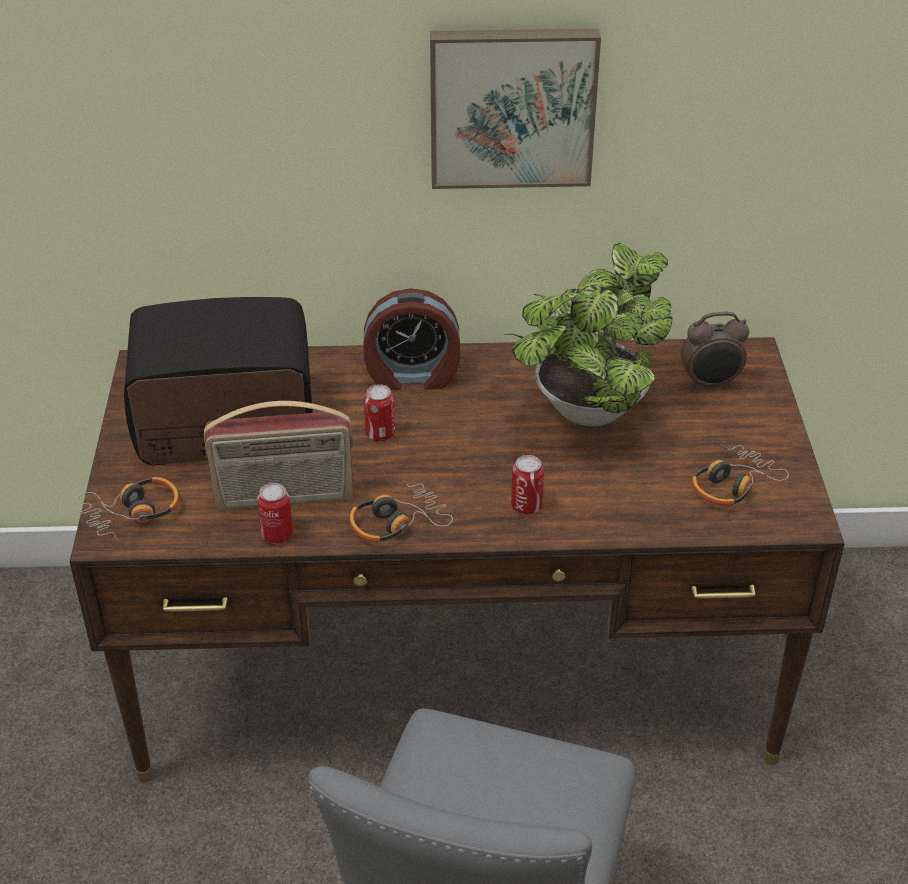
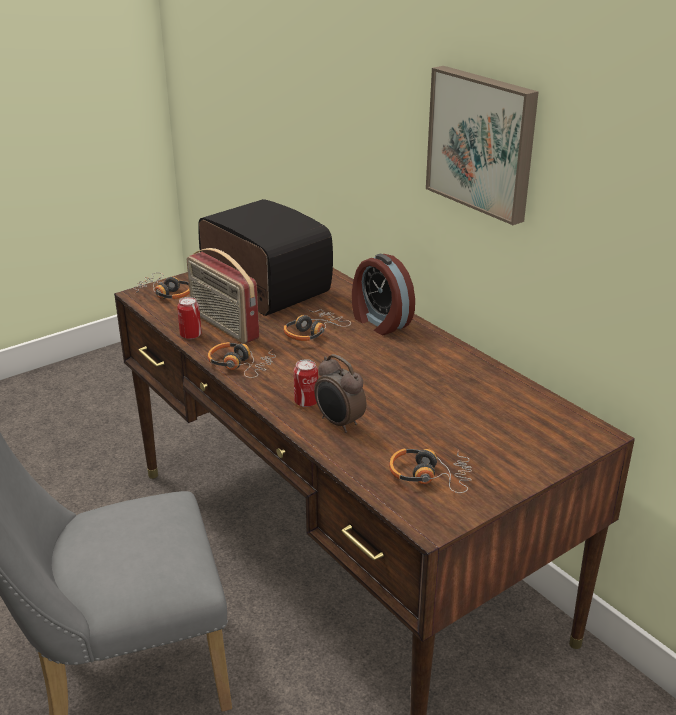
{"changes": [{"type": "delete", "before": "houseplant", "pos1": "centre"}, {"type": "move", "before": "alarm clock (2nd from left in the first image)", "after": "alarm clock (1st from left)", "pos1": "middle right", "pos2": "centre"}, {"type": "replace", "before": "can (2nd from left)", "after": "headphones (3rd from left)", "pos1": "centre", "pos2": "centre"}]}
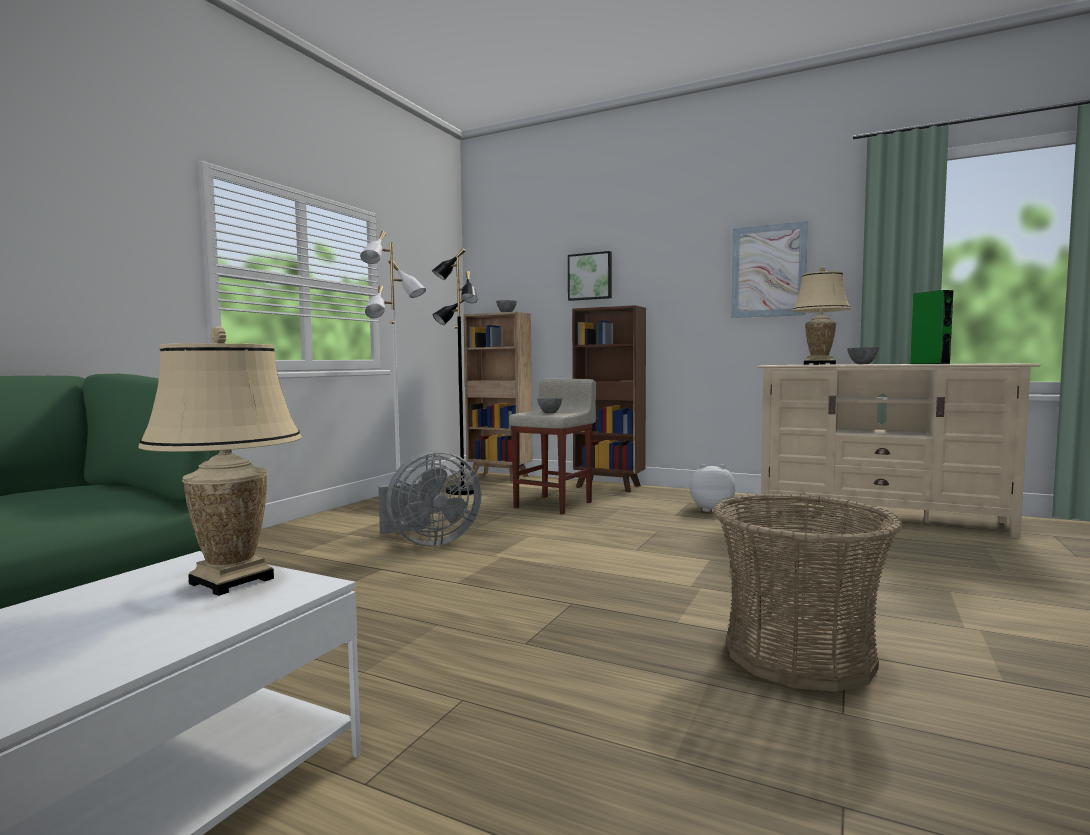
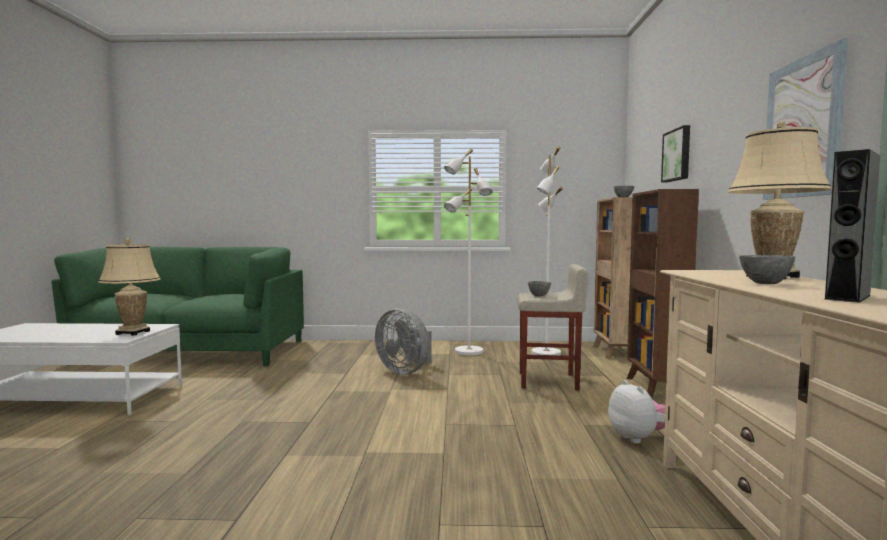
{"changes": [{"type": "delete", "before": "household basket", "pos1": "bottom right"}, {"type": "recolor", "before": "blackish floor lamp", "after": "white floor lamp (2nd from left)", "pos1": "centre", "pos2": "centre"}, {"type": "recolor", "before": "green-coloured audio speaker", "after": "grey audio speaker", "pos1": "middle right", "pos2": "middle right"}]}
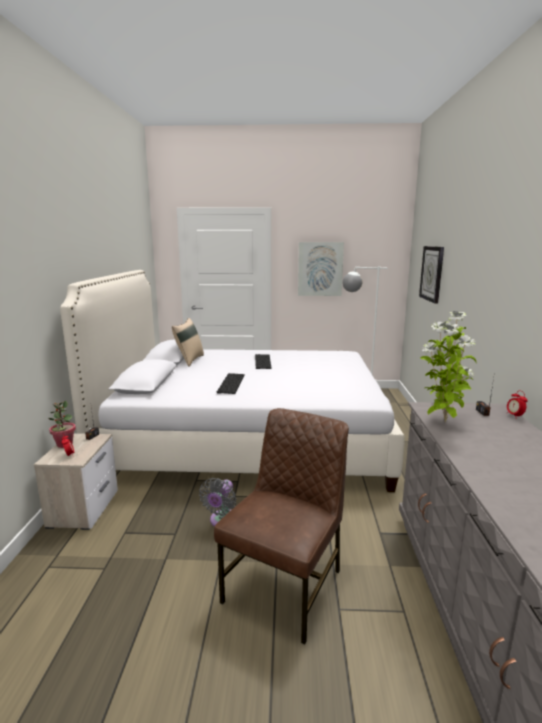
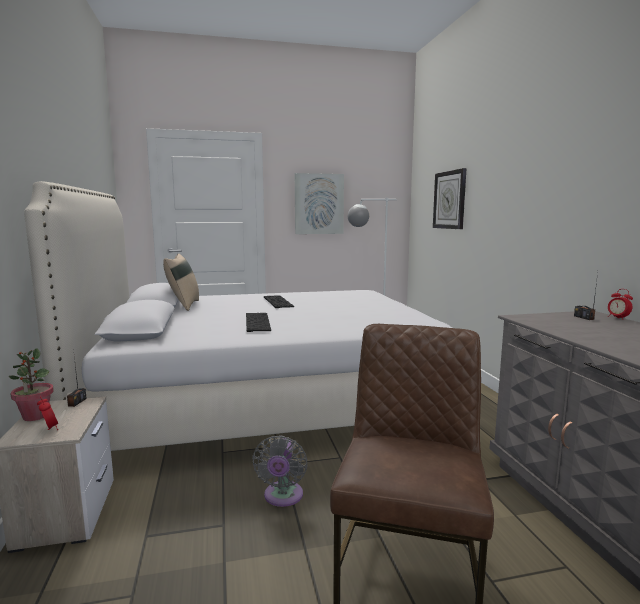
{"changes": [{"type": "delete", "before": "houseplant (2nd from left)", "pos1": "middle right"}]}
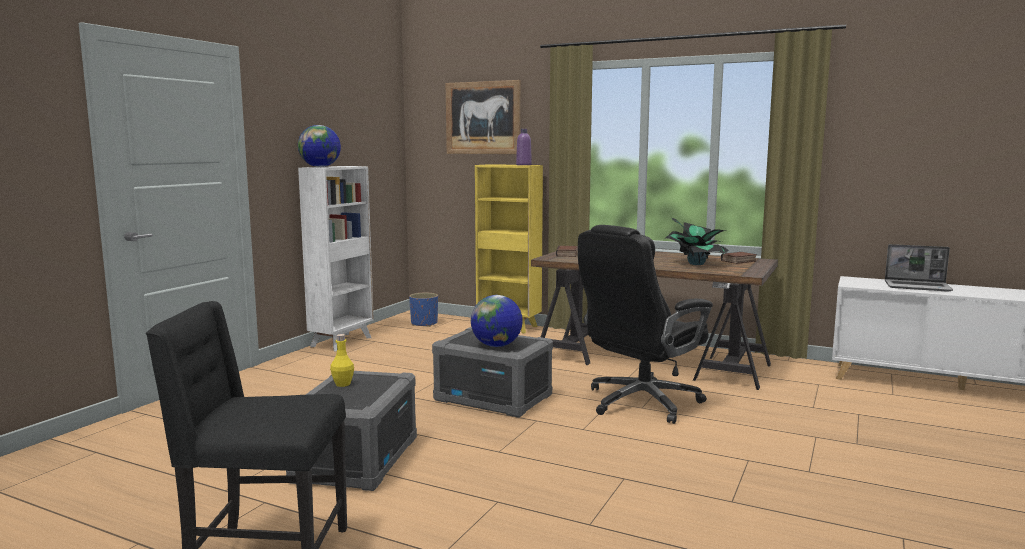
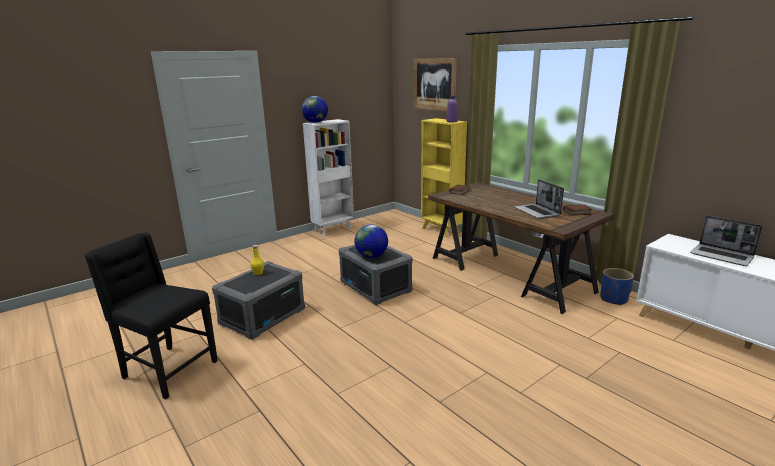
{"changes": [{"type": "delete", "before": "blackish office chair", "pos1": "centre"}, {"type": "move", "before": "blue-coloured planter", "pos1": "centre", "pos2": "middle right"}, {"type": "replace", "before": "houseplant", "after": "laptop (1st from left)", "pos1": "middle right", "pos2": "middle right"}]}
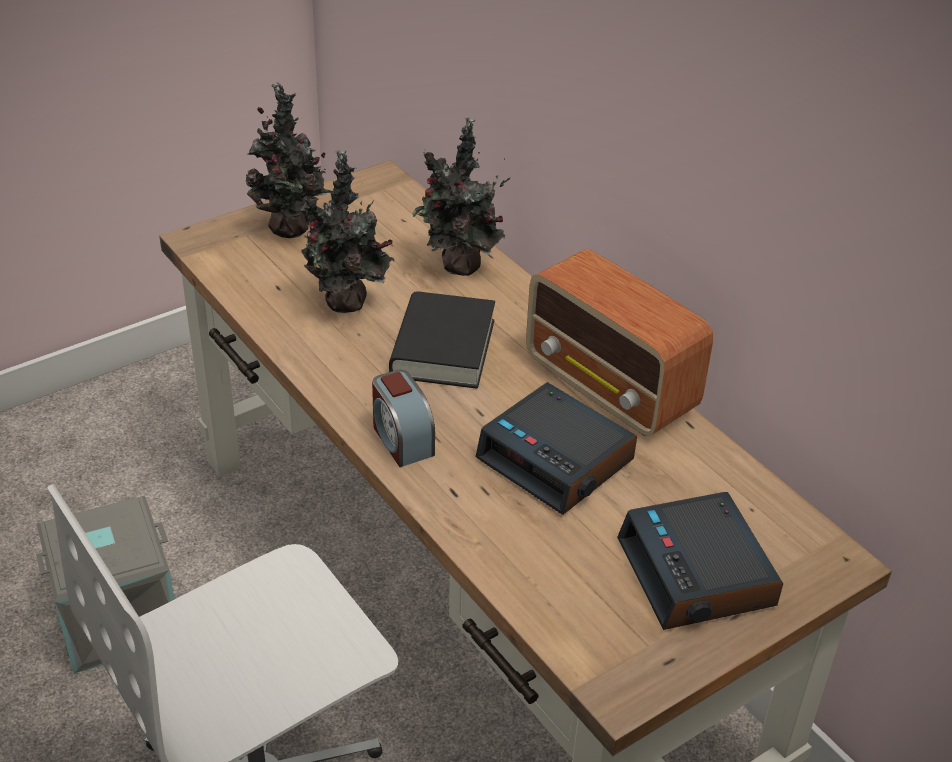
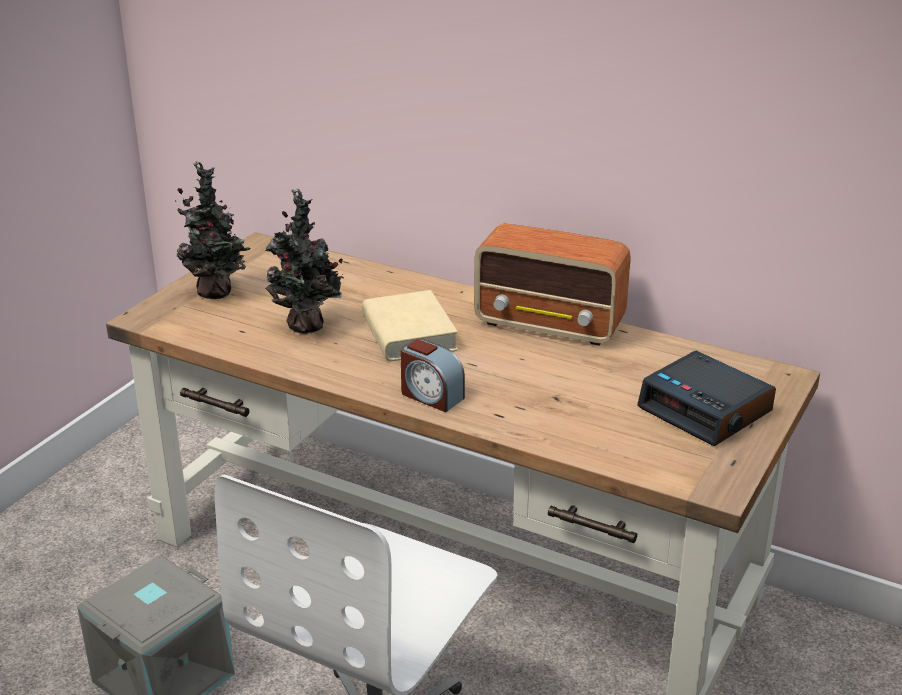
{"changes": [{"type": "delete", "before": "houseplant (3rd from left)", "pos1": "top centre"}, {"type": "delete", "before": "alarm clock (2nd from left)", "pos1": "centre"}, {"type": "recolor", "before": "blackish bound book", "after": "beige bound book", "pos1": "centre", "pos2": "centre"}]}
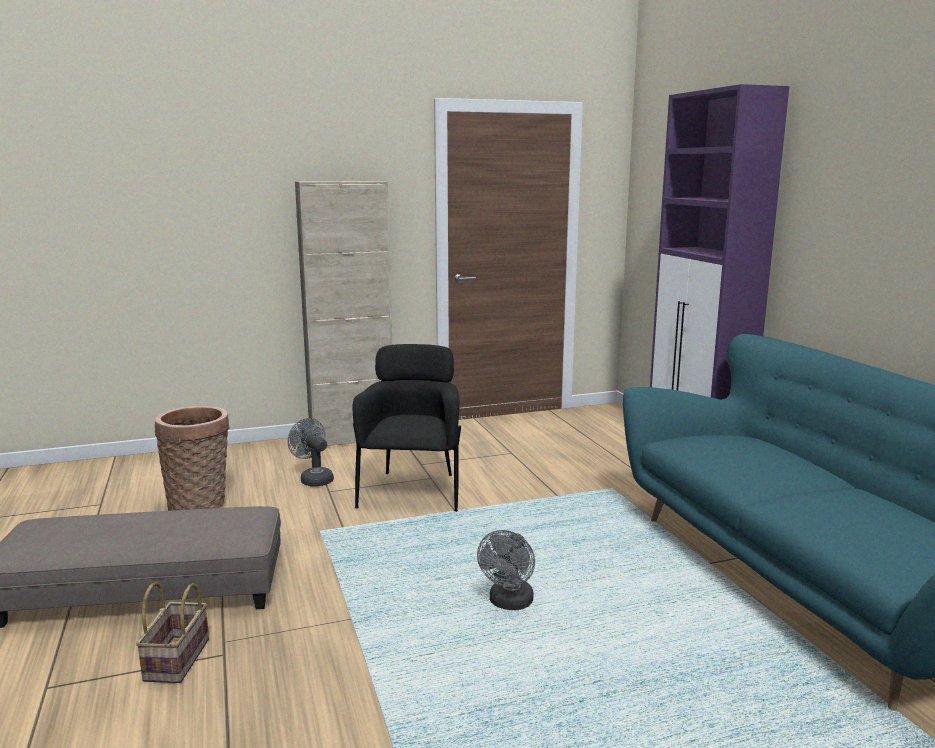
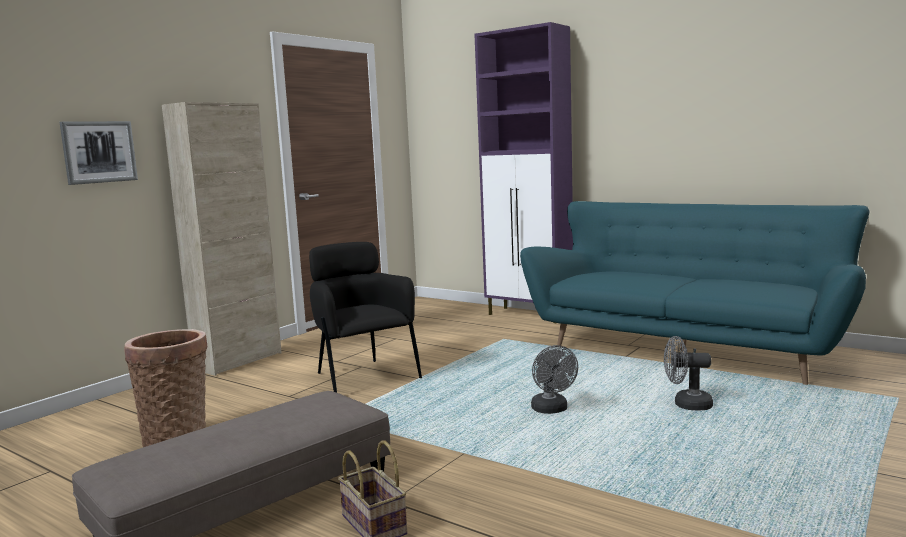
{"changes": [{"type": "insert", "after": "wall picture", "pos2": "top left"}, {"type": "move", "before": "grey cooling fan (1st from left in the first image)", "after": "grey cooling fan (2nd from left)", "pos1": "middle left", "pos2": "bottom right"}]}
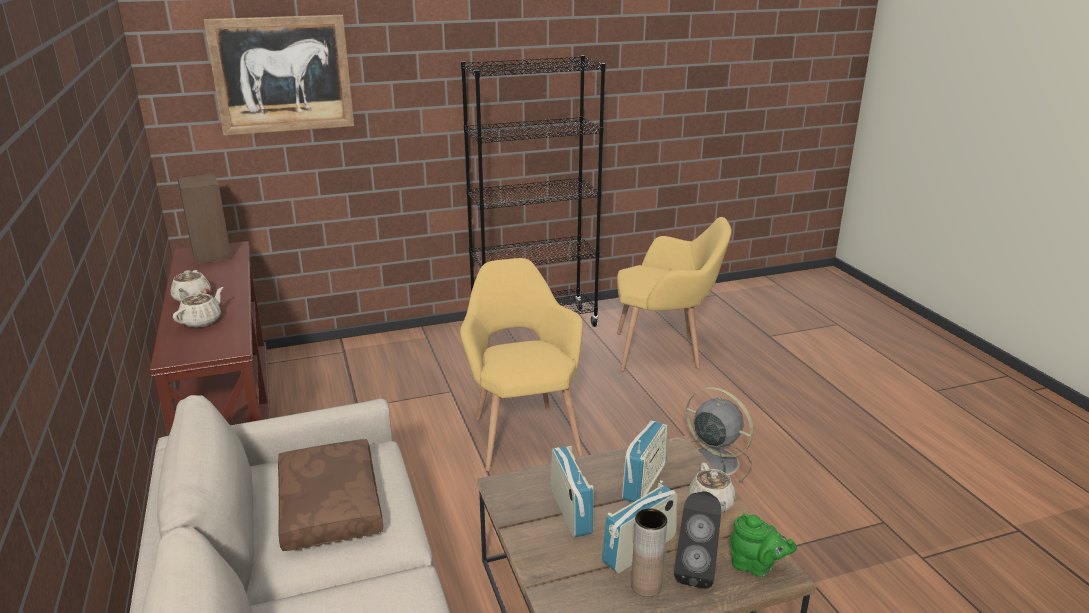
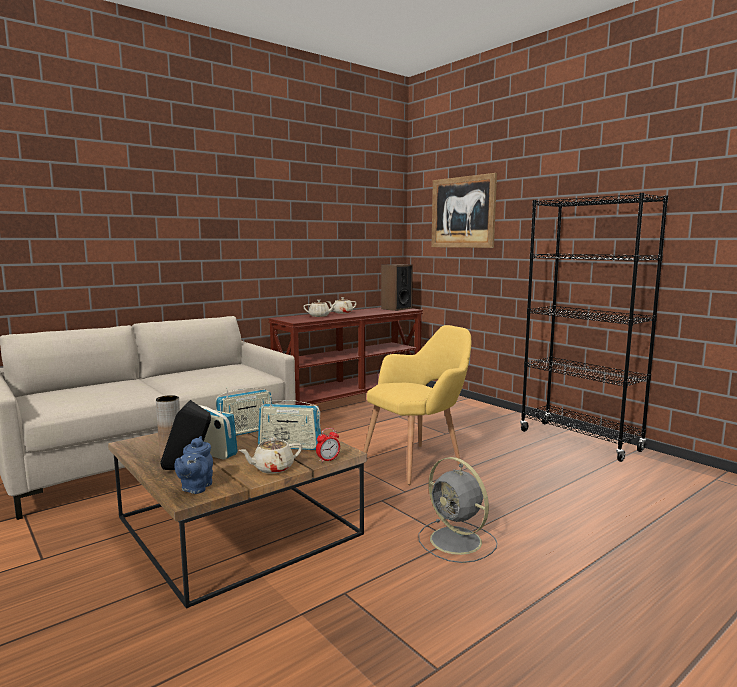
{"changes": [{"type": "delete", "before": "brown-coloured pillow", "pos1": "bottom left"}, {"type": "delete", "before": "yellow-coloured easy chair (2nd from left)", "pos1": "centre"}, {"type": "insert", "after": "alarm clock", "pos2": "centre"}, {"type": "recolor", "before": "green-coloured tea pot", "after": "blue-coloured tea pot", "pos1": "bottom right", "pos2": "bottom left"}, {"type": "rotate", "before": "grey cooling fan", "pos1": "bottom centre", "pos2": "bottom centre", "turn": 120}]}
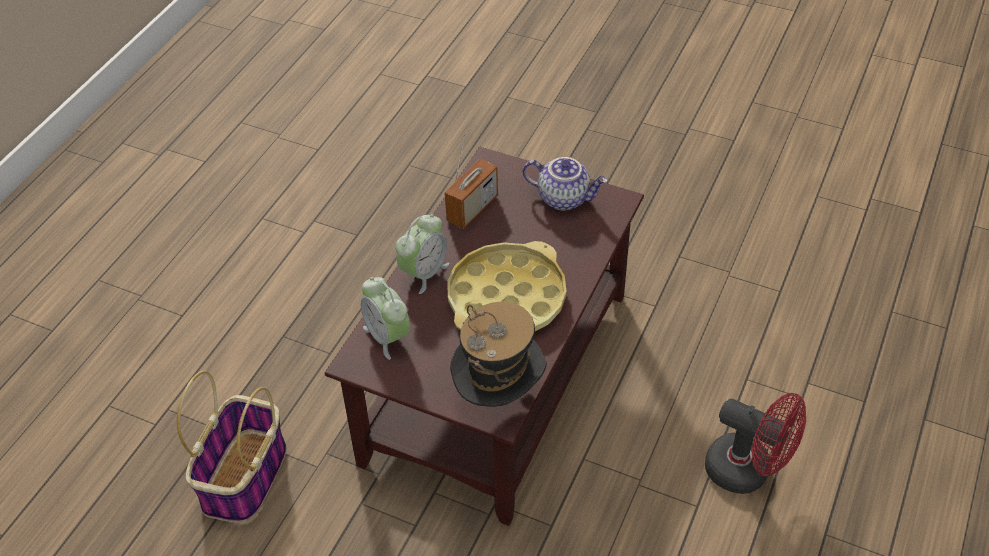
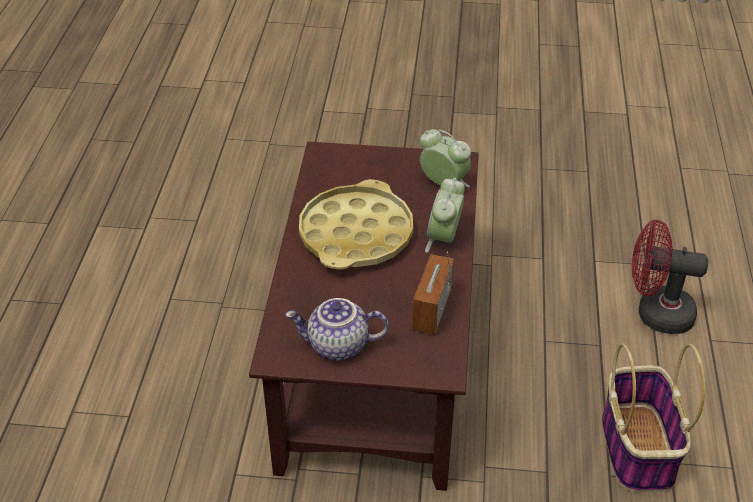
{"changes": [{"type": "delete", "before": "hat", "pos1": "centre"}, {"type": "move", "before": "household basket", "pos1": "bottom left", "pos2": "bottom right"}, {"type": "move", "before": "reddish cooling fan", "pos1": "bottom right", "pos2": "middle right"}]}
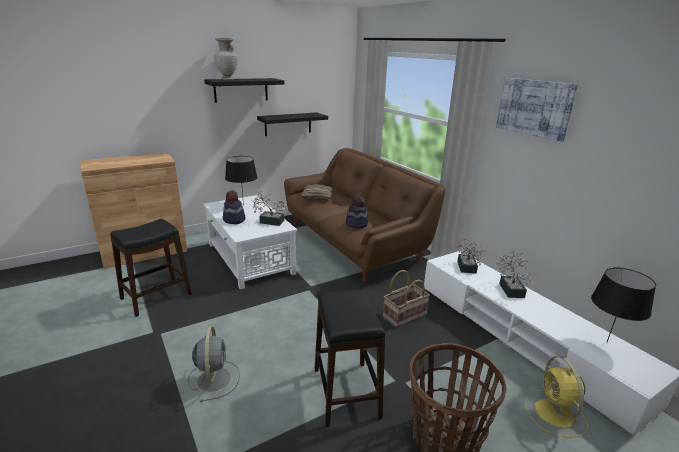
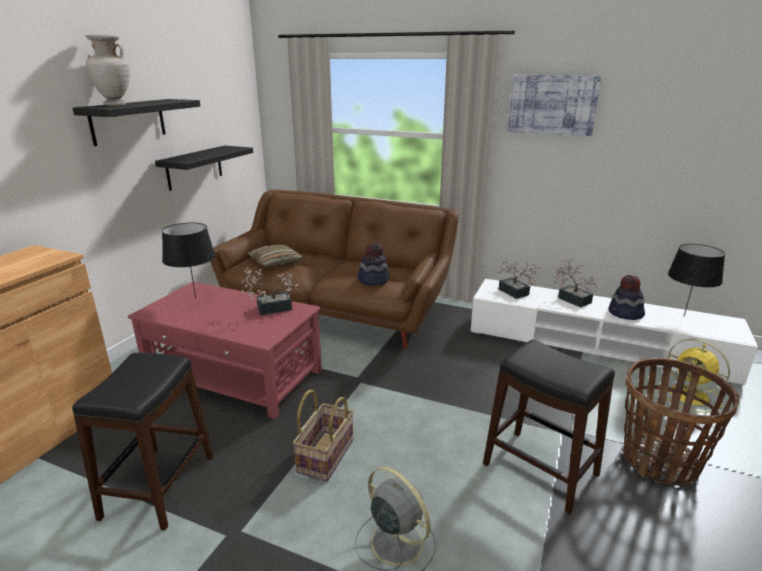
{"changes": [{"type": "move", "before": "hat (1st from left in the first image)", "after": "hat (2nd from left)", "pos1": "centre", "pos2": "middle right"}, {"type": "move", "before": "household basket (1st from left)", "pos1": "centre", "pos2": "bottom centre"}, {"type": "recolor", "before": "white lounge table", "after": "reddish lounge table", "pos1": "centre", "pos2": "middle left"}]}
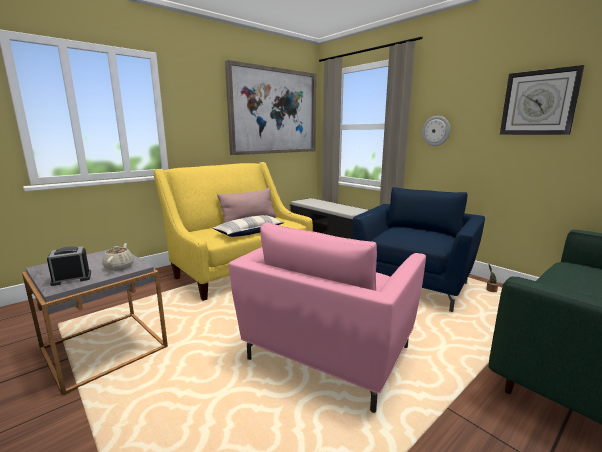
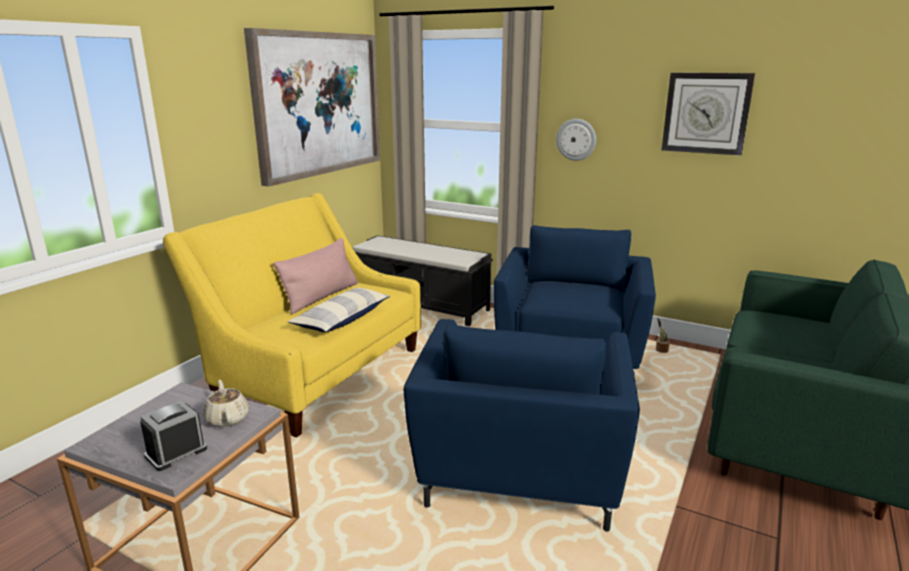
{"changes": [{"type": "recolor", "before": "pink easy chair", "after": "blue-coloured easy chair (1st from left)", "pos1": "bottom centre", "pos2": "bottom centre"}]}
